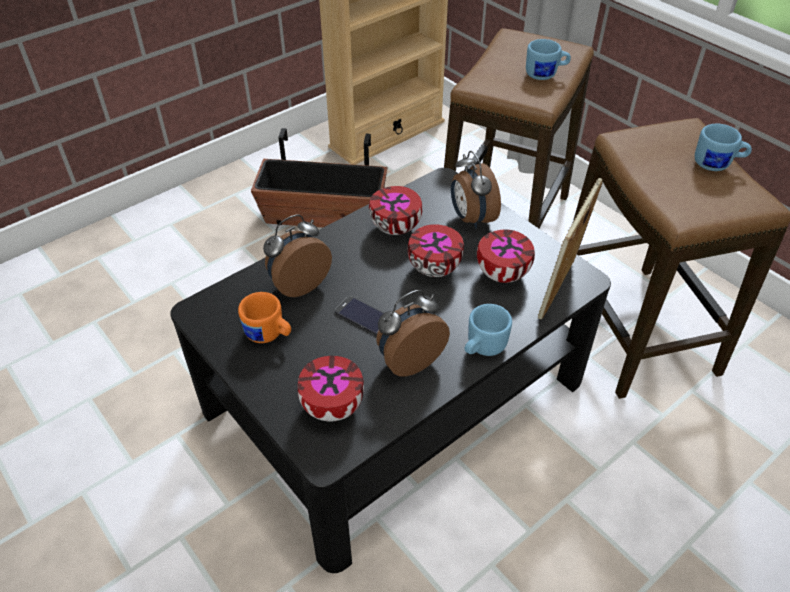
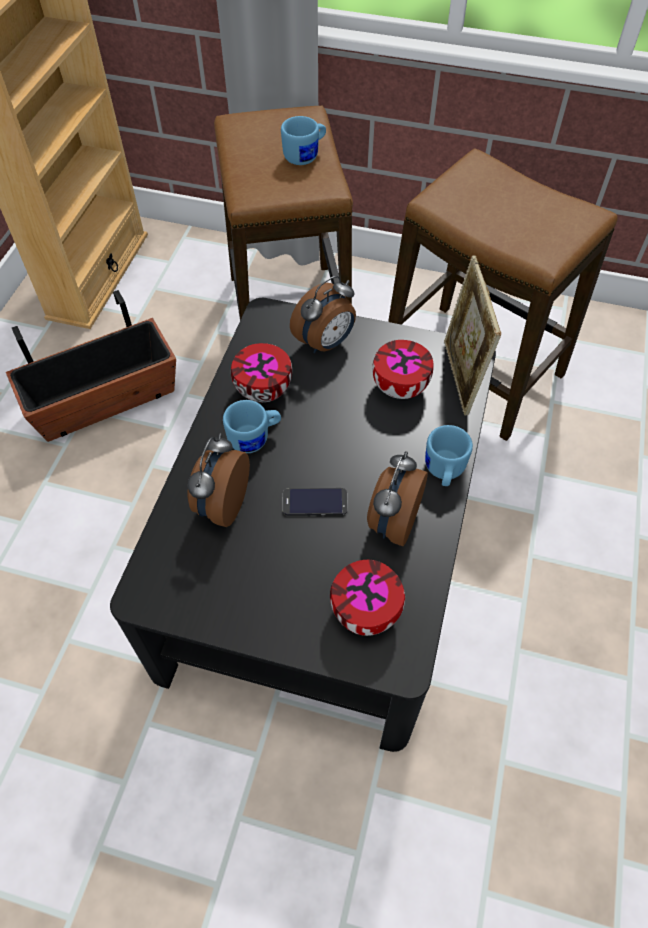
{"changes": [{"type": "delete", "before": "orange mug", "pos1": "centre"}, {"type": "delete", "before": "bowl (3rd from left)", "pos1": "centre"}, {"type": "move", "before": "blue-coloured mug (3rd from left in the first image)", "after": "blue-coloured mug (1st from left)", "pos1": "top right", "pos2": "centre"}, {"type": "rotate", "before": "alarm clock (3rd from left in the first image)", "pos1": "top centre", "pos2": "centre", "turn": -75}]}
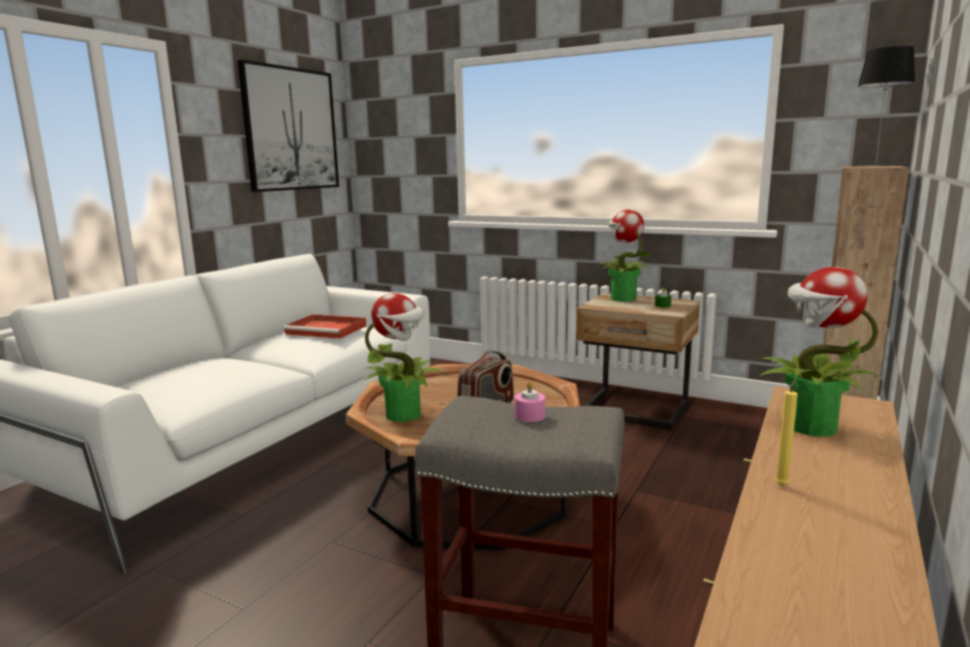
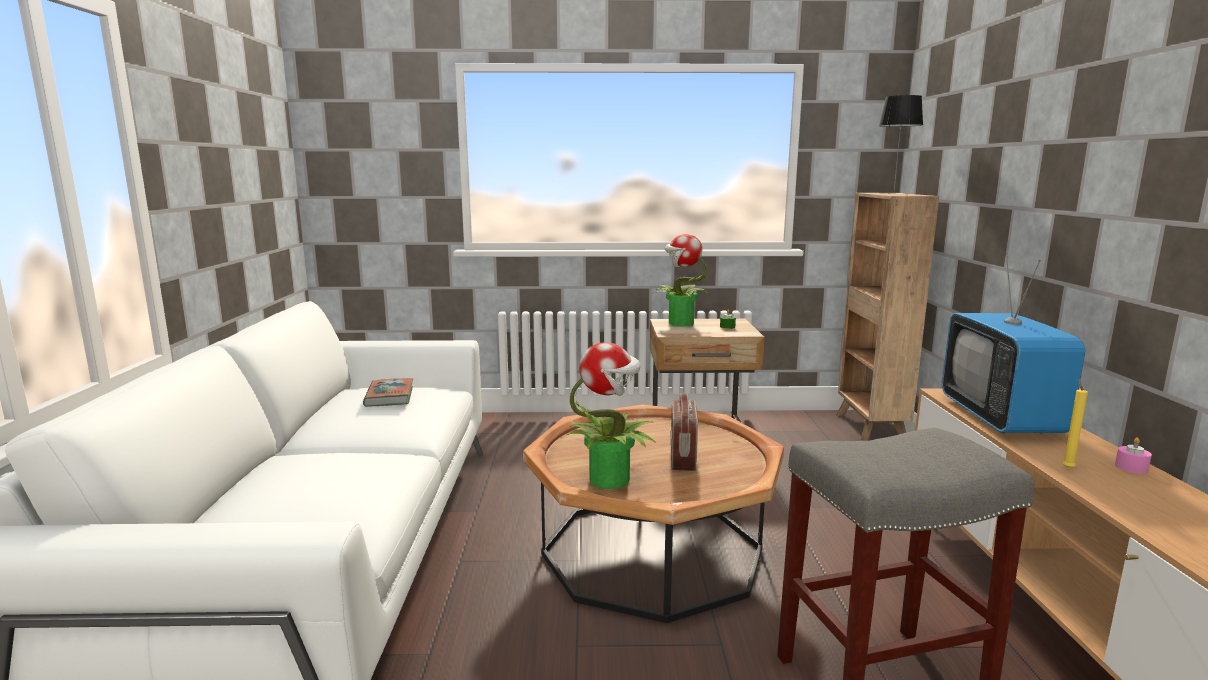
{"changes": [{"type": "delete", "before": "wall picture", "pos1": "top left"}, {"type": "move", "before": "pink wax light", "pos1": "centre", "pos2": "bottom right"}, {"type": "replace", "before": "reddish carrying tray", "after": "bound book", "pos1": "centre", "pos2": "middle left"}, {"type": "replace", "before": "houseplant (3rd from left)", "after": "TV", "pos1": "middle right", "pos2": "middle right"}]}
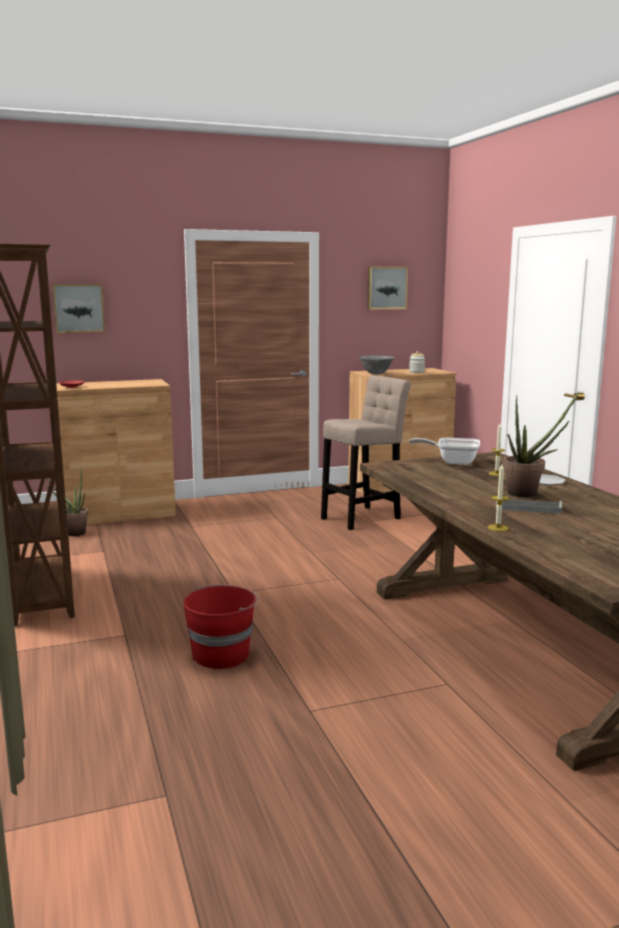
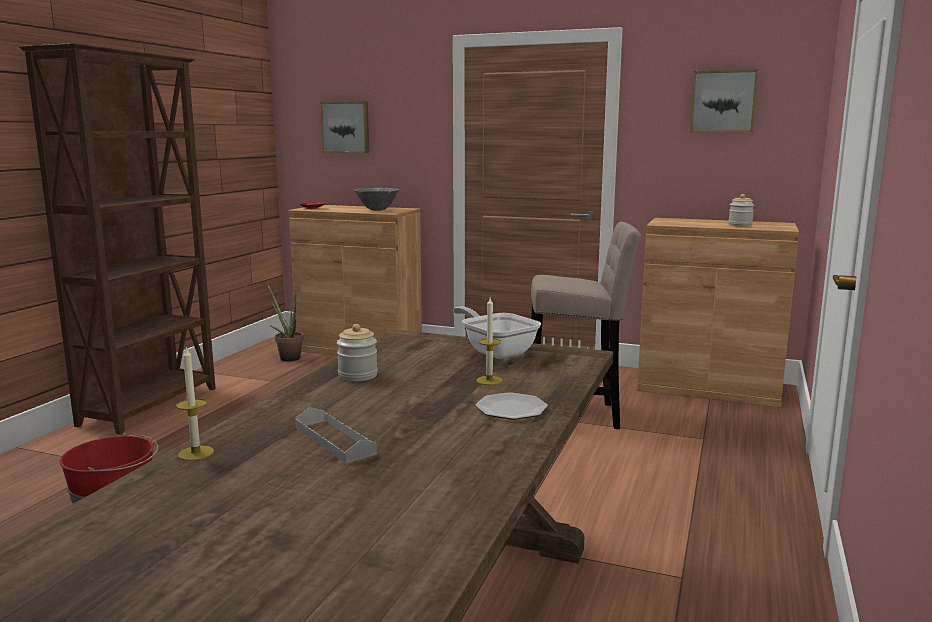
{"changes": [{"type": "delete", "before": "houseplant (2nd from left)", "pos1": "middle right"}, {"type": "insert", "after": "storage jar (1st from left)", "pos2": "centre"}, {"type": "move", "before": "grey bowl", "pos1": "centre", "pos2": "top centre"}]}
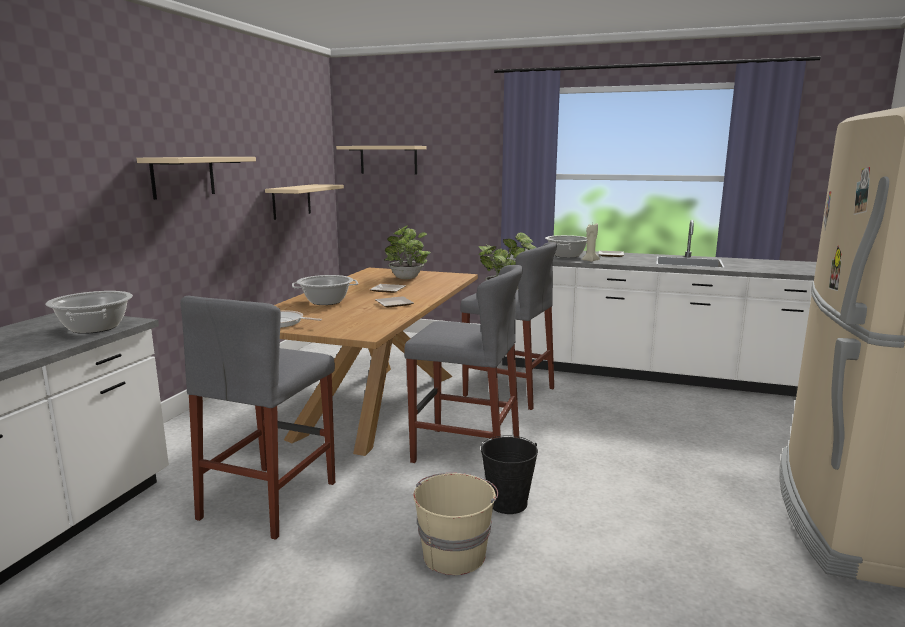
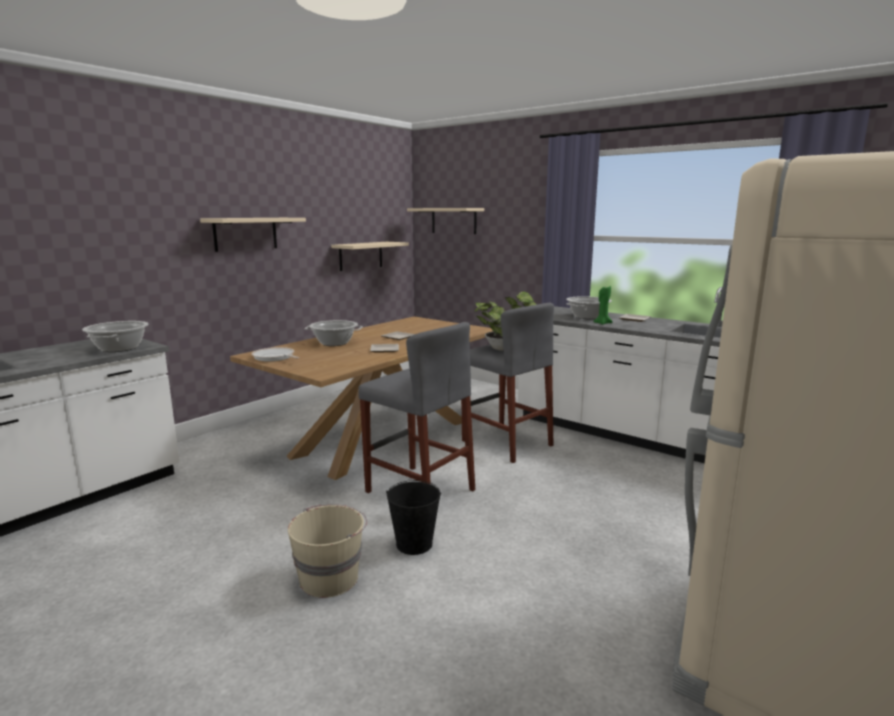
{"changes": [{"type": "delete", "before": "grey sitting stool (1st from left)", "pos1": "bottom left"}, {"type": "delete", "before": "houseplant (1st from left)", "pos1": "centre"}, {"type": "recolor", "before": "beige wax light", "after": "green-coloured wax light", "pos1": "centre", "pos2": "middle right"}]}
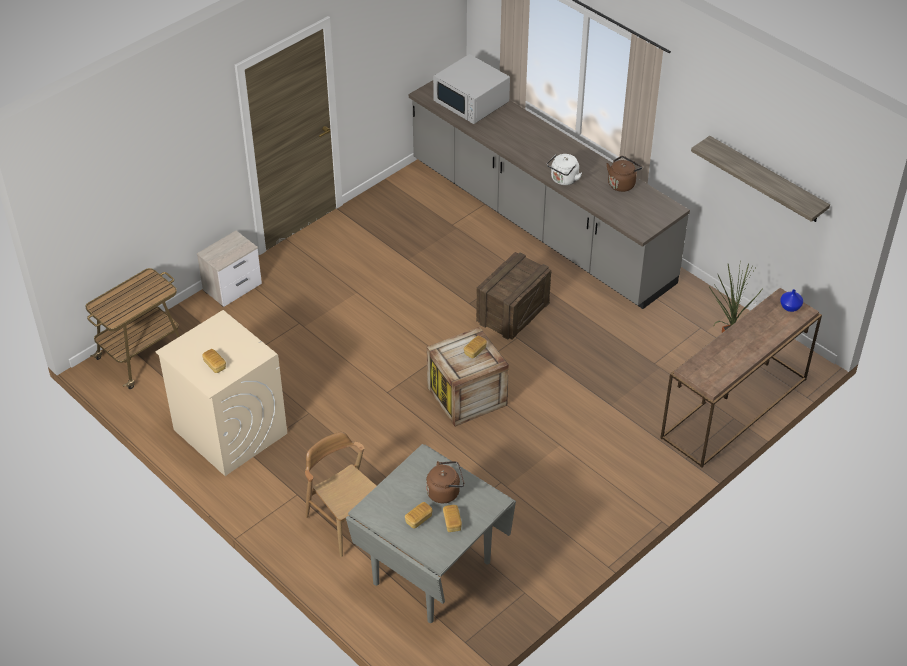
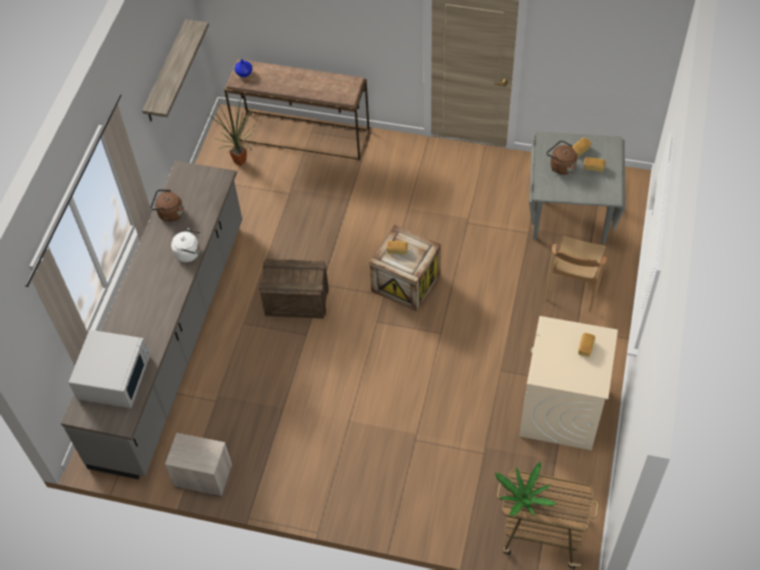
{"changes": [{"type": "insert", "after": "houseplant (2nd from left)", "pos2": "bottom right"}, {"type": "move", "before": "bedside table", "pos1": "middle left", "pos2": "bottom left"}]}
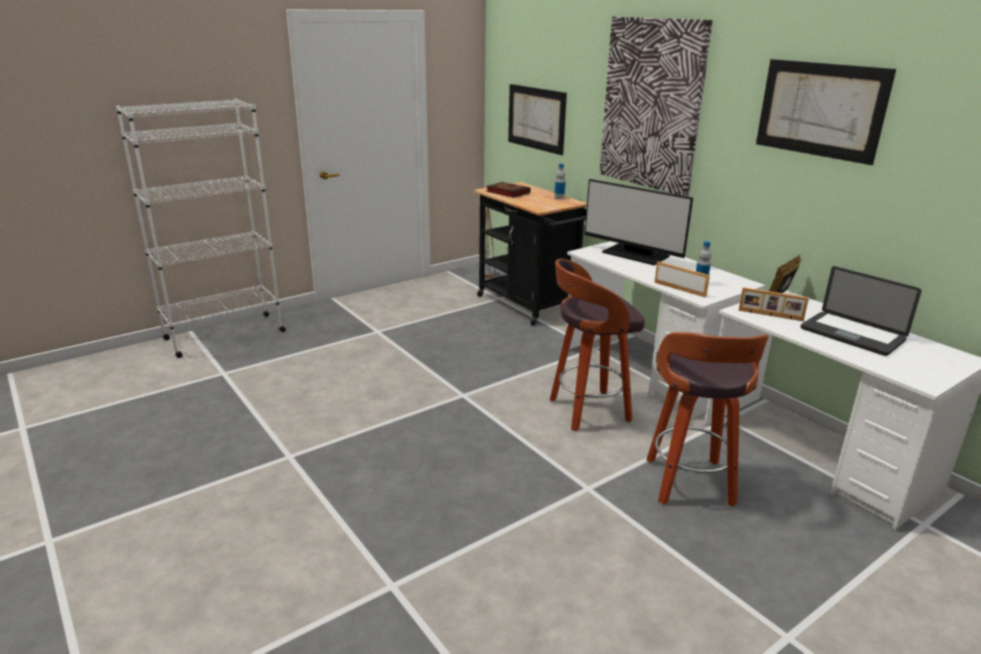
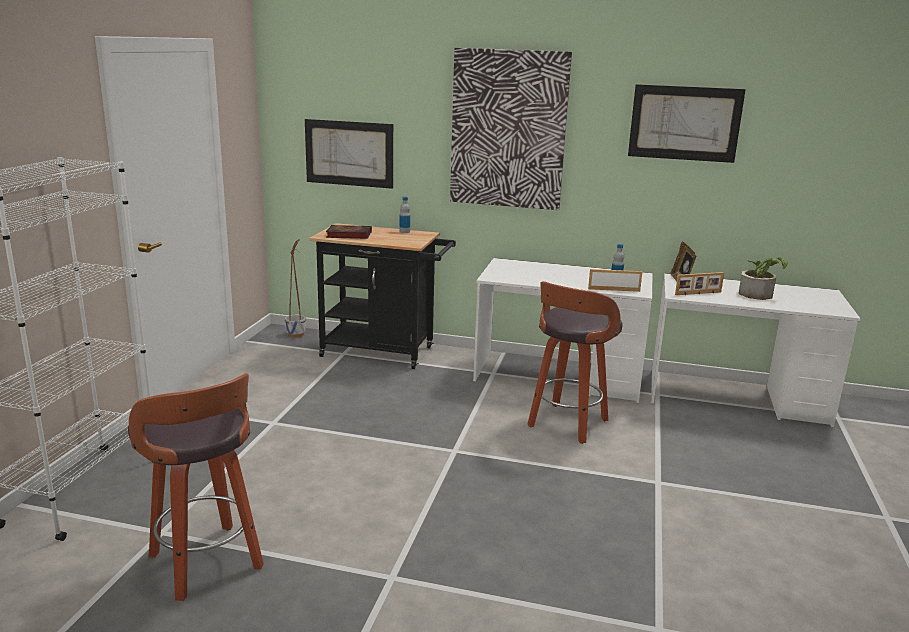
{"changes": [{"type": "delete", "before": "computer display", "pos1": "centre"}, {"type": "move", "before": "sitting stool (2nd from left in the first image)", "after": "sitting stool (1st from left)", "pos1": "middle right", "pos2": "bottom left"}, {"type": "replace", "before": "laptop", "after": "houseplant", "pos1": "middle right", "pos2": "middle right"}]}
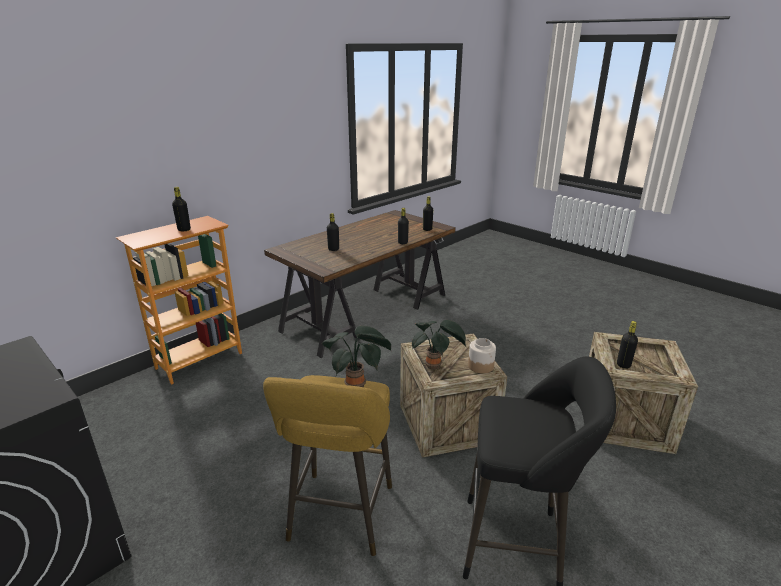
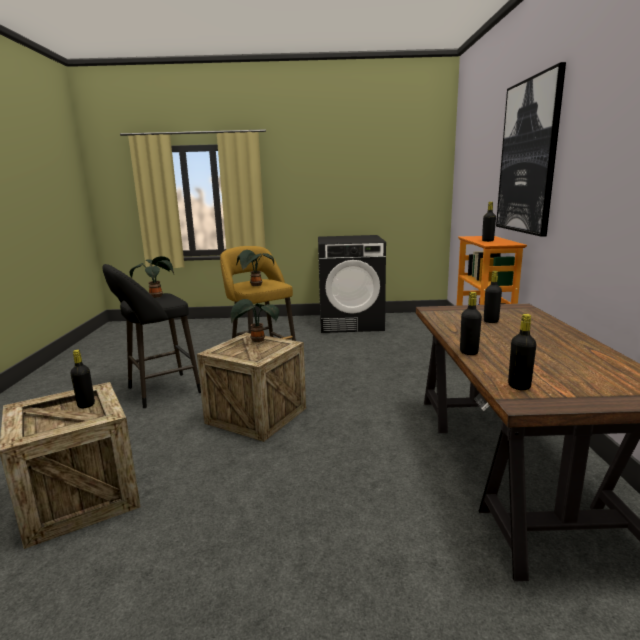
{"changes": [{"type": "delete", "before": "storage jar", "pos1": "centre"}, {"type": "insert", "after": "houseplant (1st from left)", "pos2": "middle left"}, {"type": "insert", "after": "wall picture", "pos2": "top right"}]}
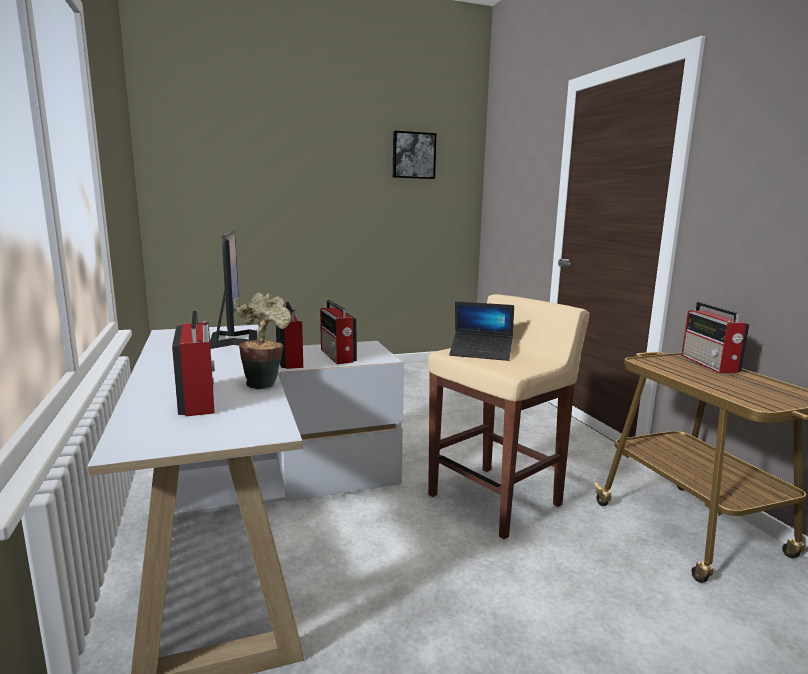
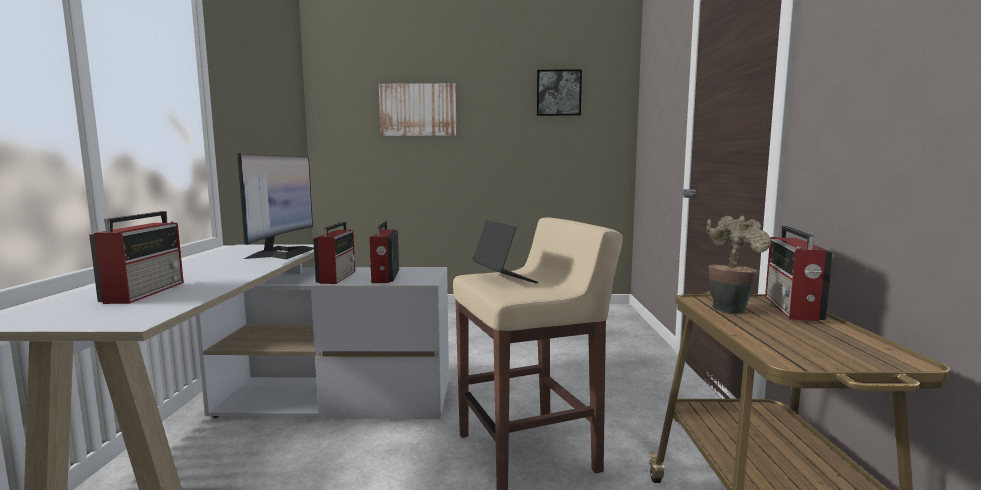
{"changes": [{"type": "insert", "after": "wall picture (1st from left)", "pos2": "top centre"}, {"type": "move", "before": "houseplant", "pos1": "middle left", "pos2": "middle right"}, {"type": "rotate", "before": "laptop", "pos1": "centre", "pos2": "centre", "turn": -150}]}
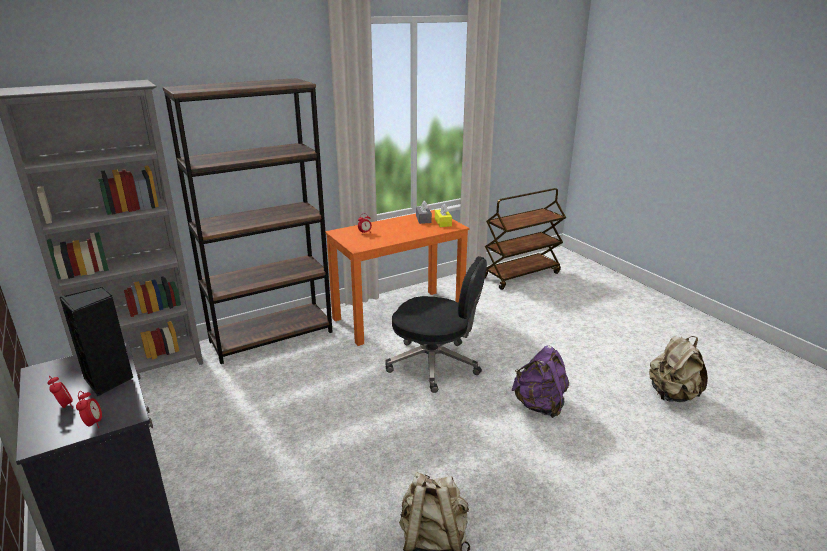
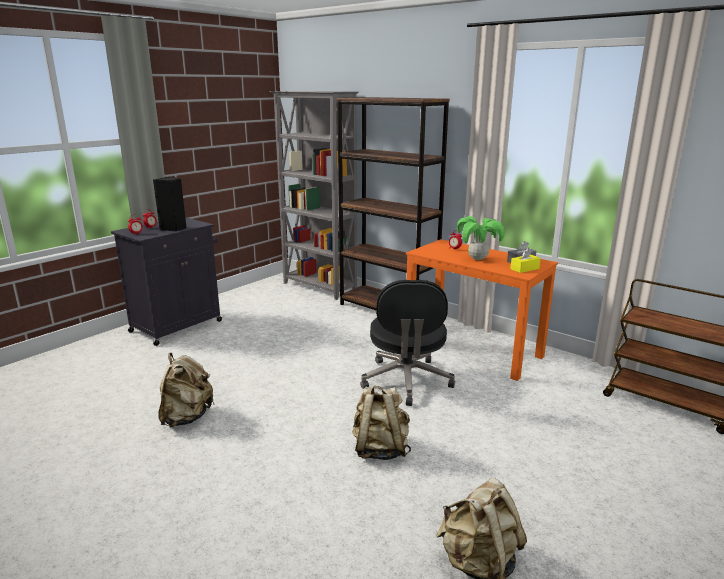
{"changes": [{"type": "insert", "after": "houseplant", "pos2": "centre"}, {"type": "recolor", "before": "purplish backpack", "after": "beige backpack (2nd from left)", "pos1": "bottom centre", "pos2": "bottom centre"}]}
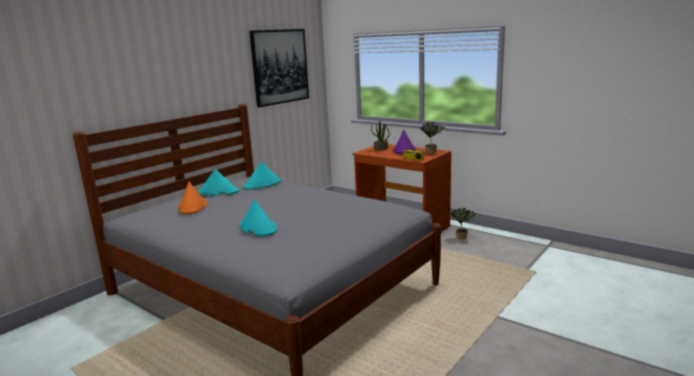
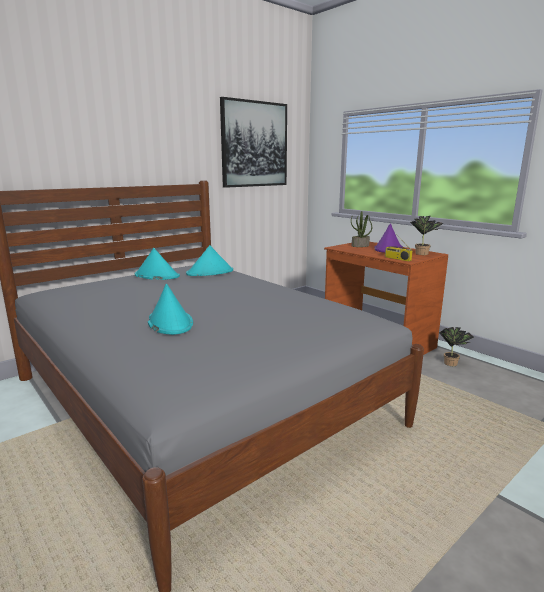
{"changes": [{"type": "delete", "before": "orange hat", "pos1": "middle left"}]}
